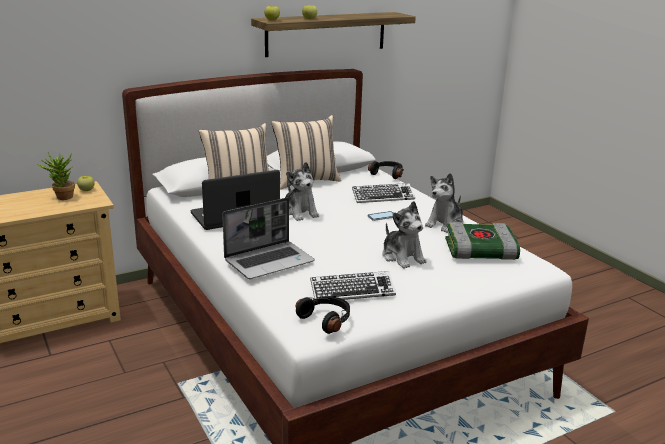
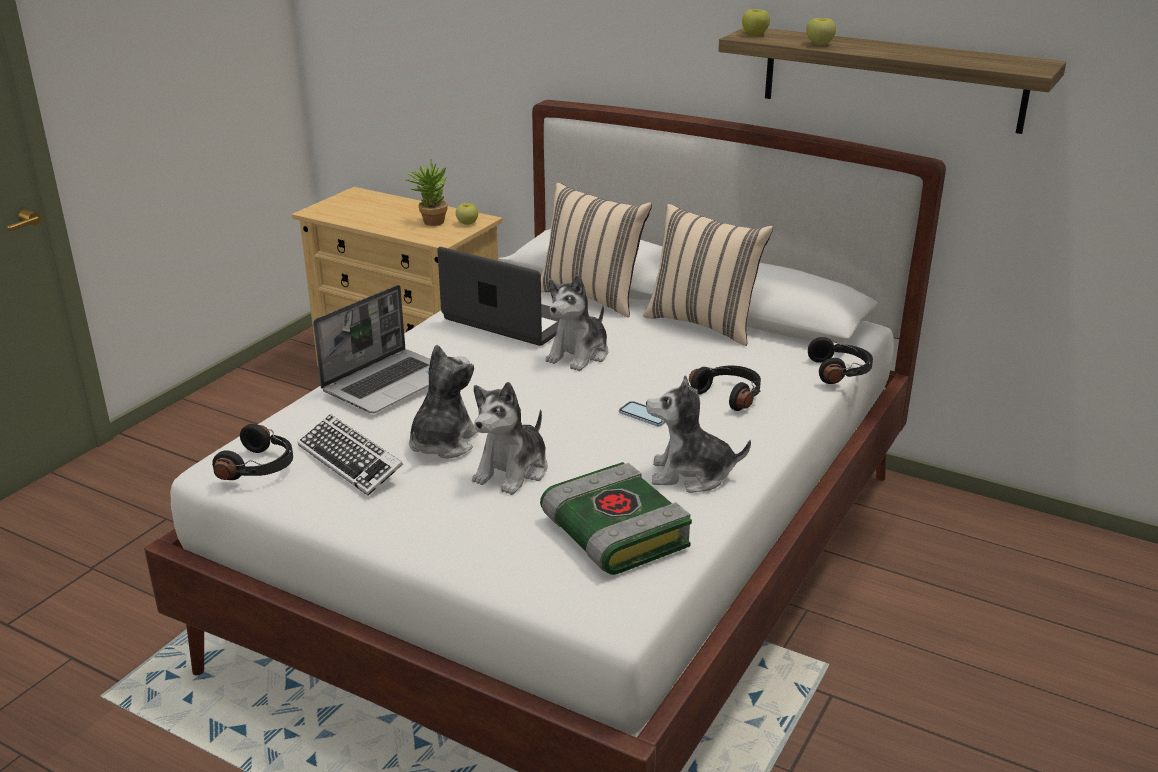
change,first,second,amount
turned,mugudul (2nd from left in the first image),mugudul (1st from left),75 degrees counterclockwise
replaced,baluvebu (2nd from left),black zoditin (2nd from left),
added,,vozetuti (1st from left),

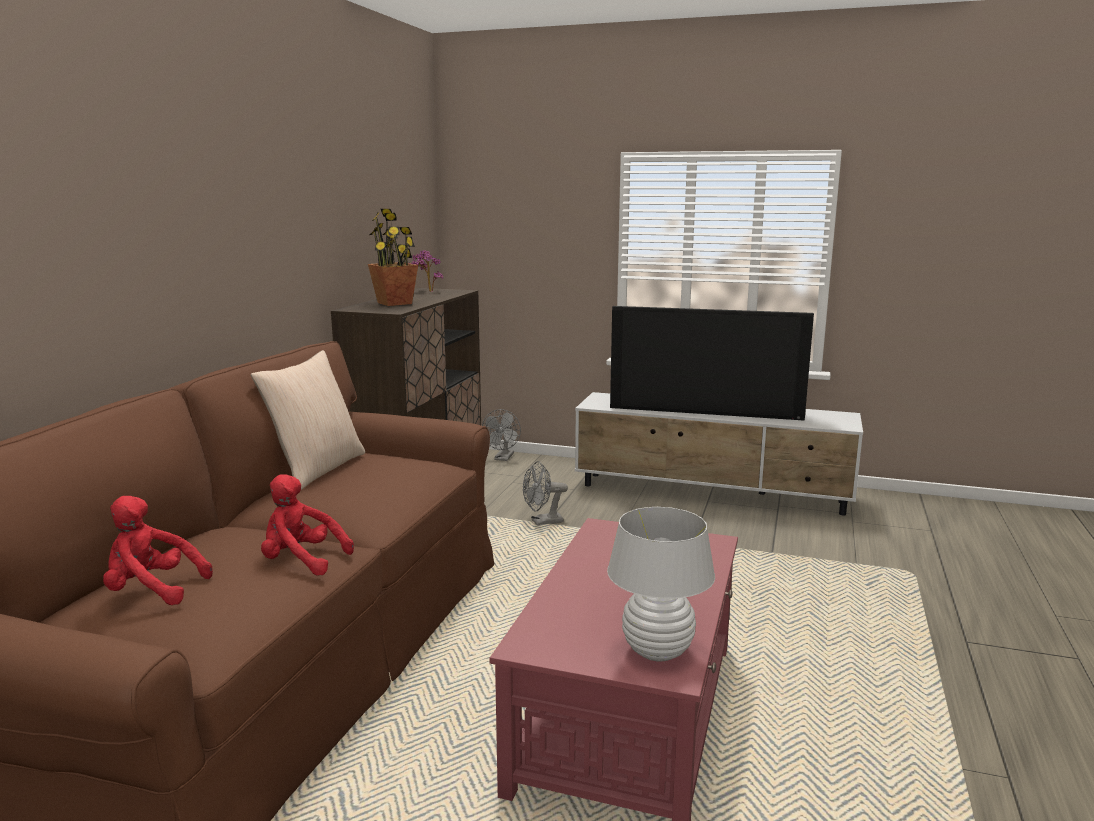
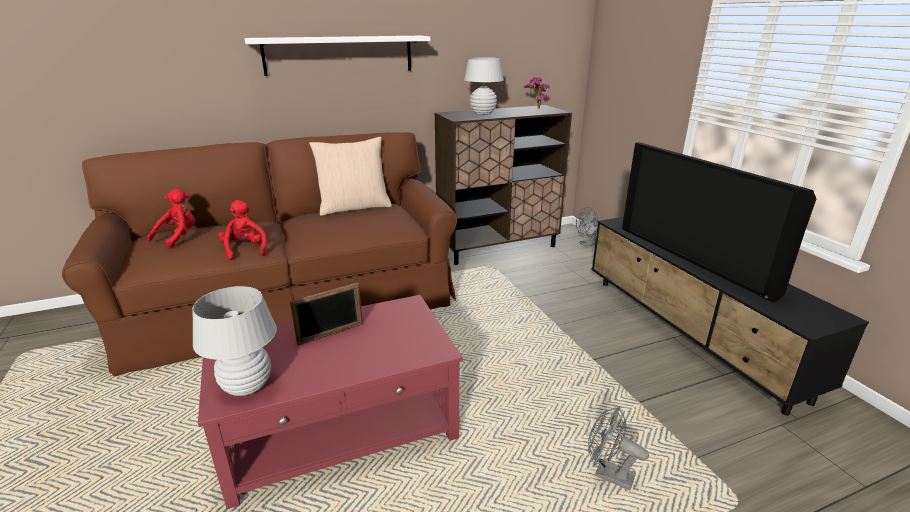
change,first,second,amount
turned,red vozetuti (1st from left),,60 degrees clockwise
replaced,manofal (1st from left),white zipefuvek (2nd from left),
moved,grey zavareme (2nd from left),,
recoloured,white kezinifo,black kezinifo,
added,,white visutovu,
added,,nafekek,

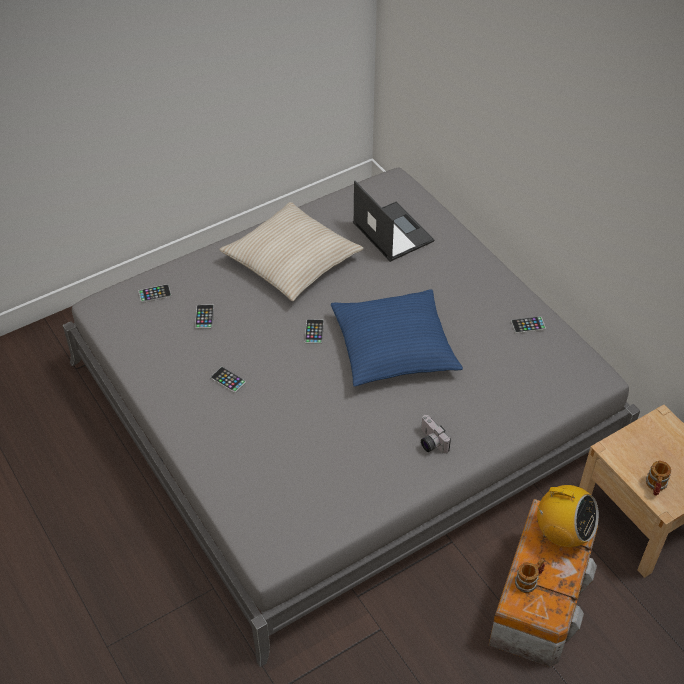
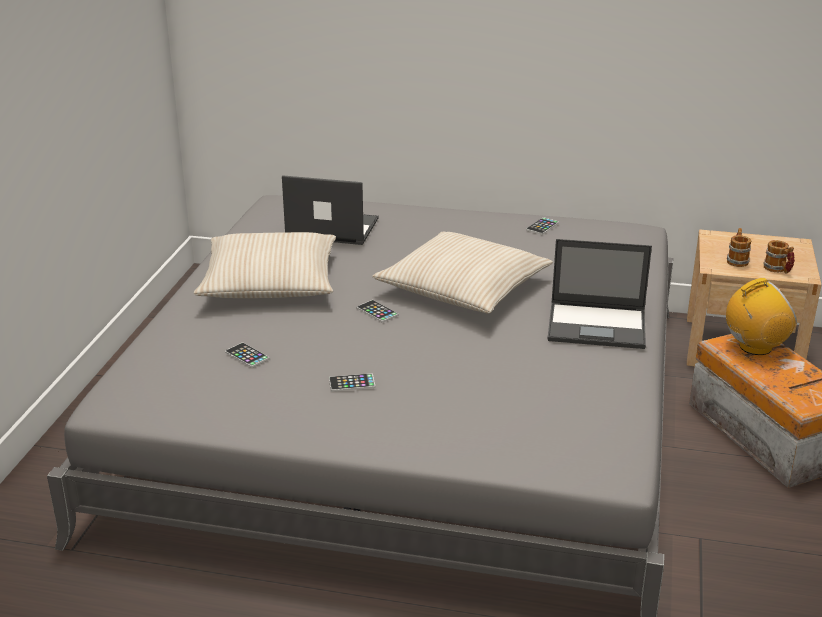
change,first,second,amount
removed,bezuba (1st from left),,
recoloured,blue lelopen,beige lelopen (2nd from left),
replaced,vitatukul,mugudul (2nd from left),
moved,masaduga (1st from left),,

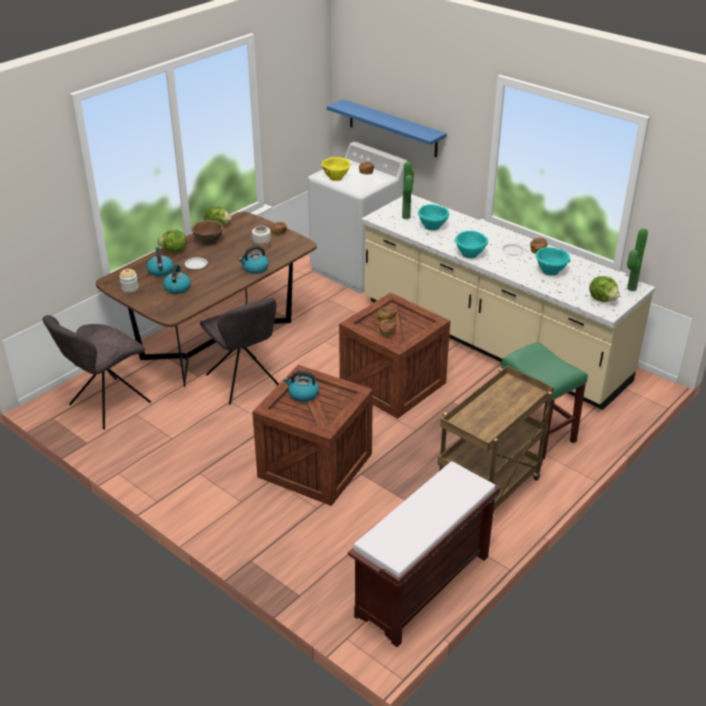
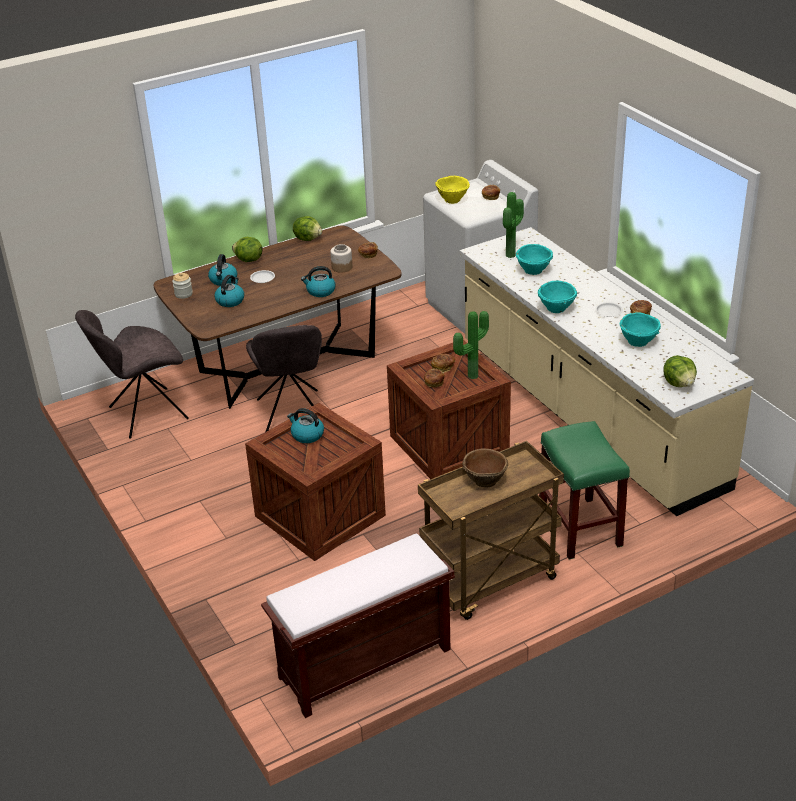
change,first,second,amount
moved,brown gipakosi,,
removed,blue visutovu,,
moved,manofal (2nd from left in the first image),manofal (1st from left),

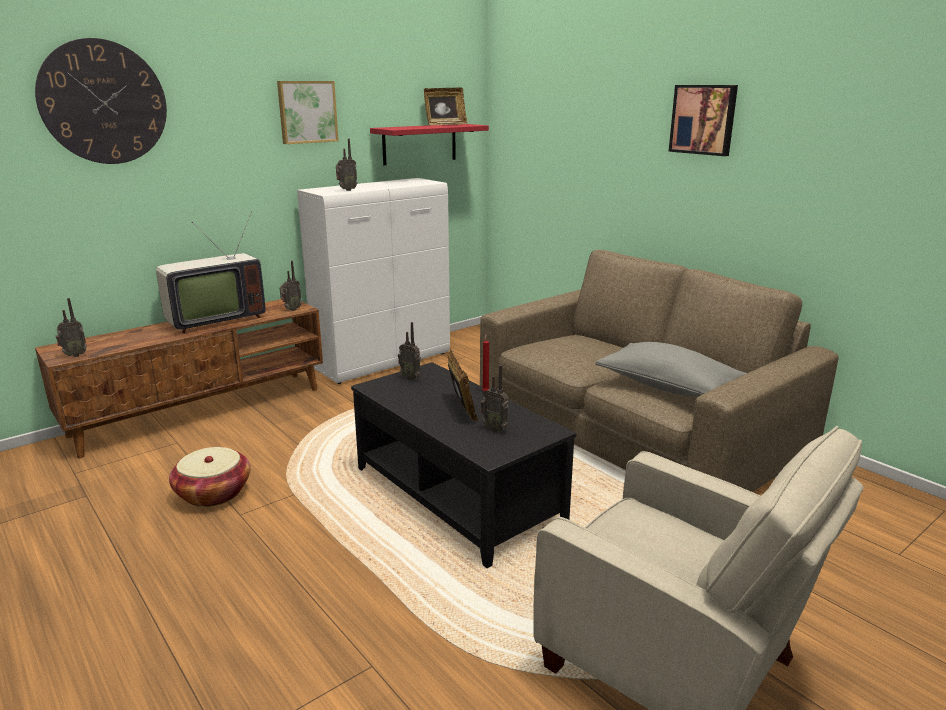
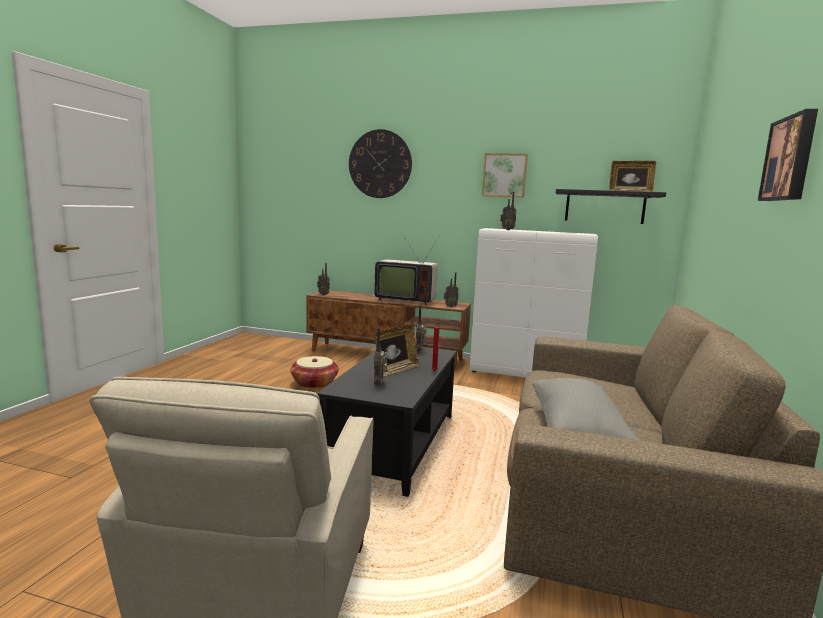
change,first,second,amount
recoloured,red visutovu,black visutovu,

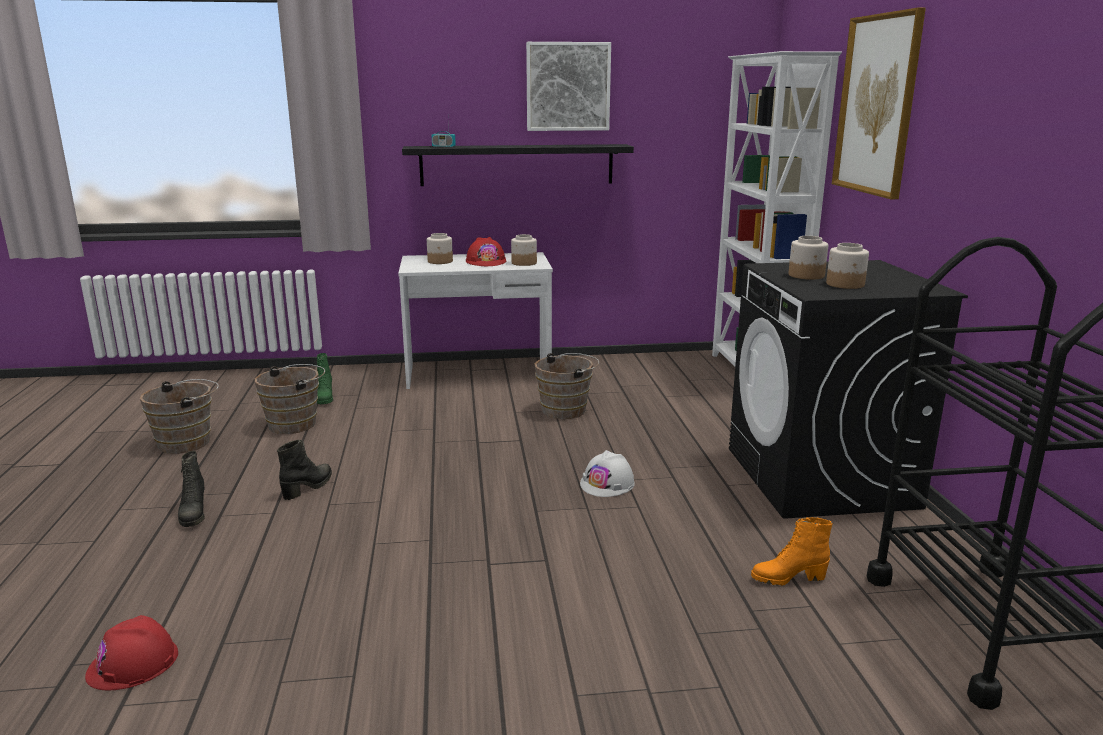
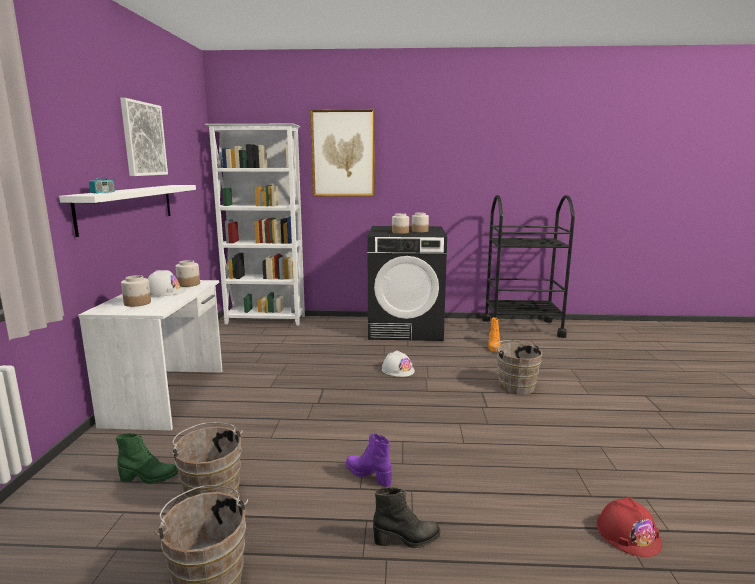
change,first,second,amount
recoloured,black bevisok (2nd from left),purple bevisok,
recoloured,black visutovu,white visutovu,
recoloured,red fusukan (2nd from left),white fusukan (1st from left),
moved,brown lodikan (3rd from left),,

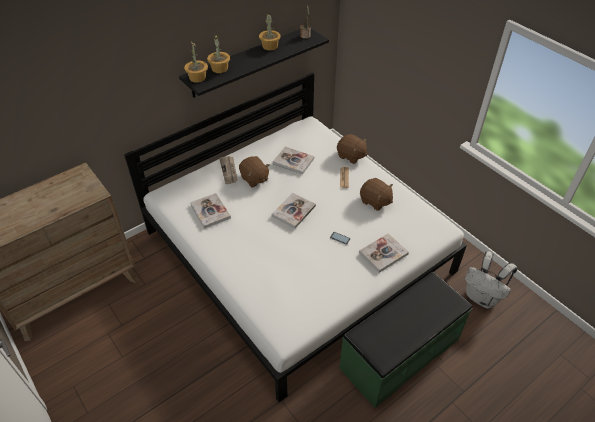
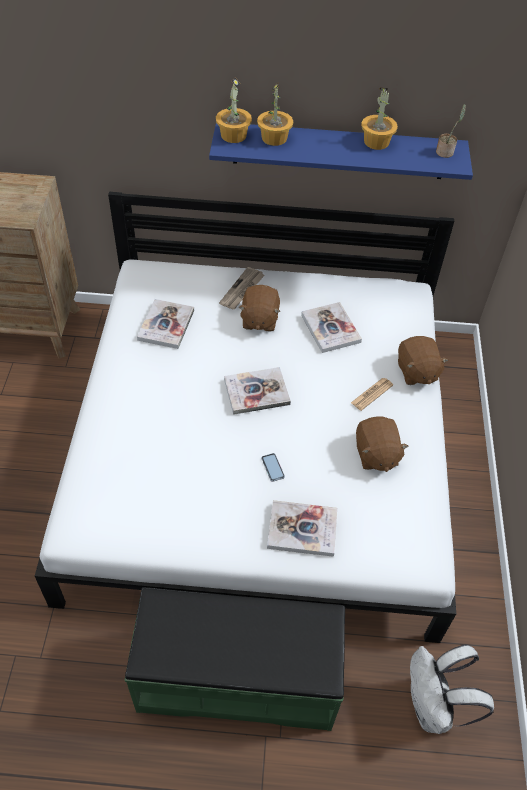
change,first,second,amount
recoloured,black visutovu,blue visutovu,

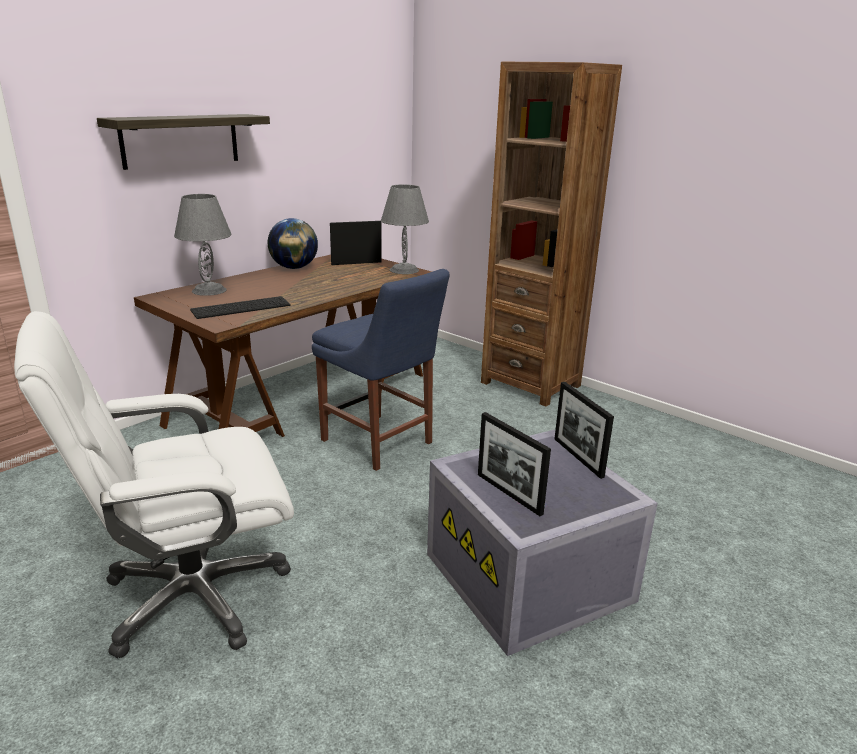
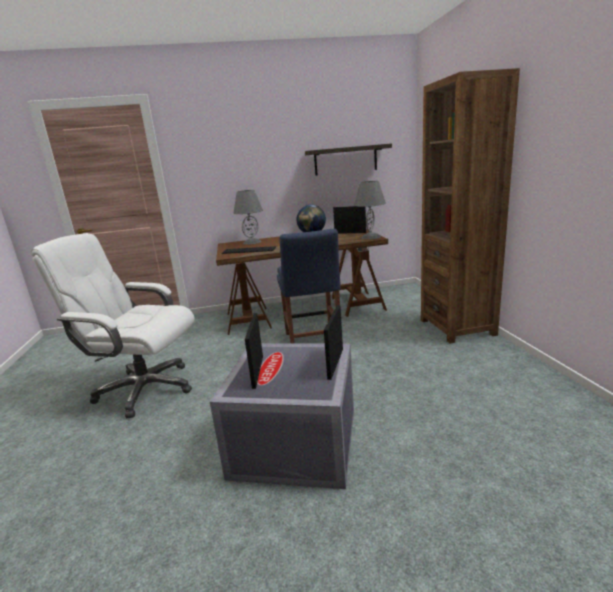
change,first,second,amount
moved,visutovu,,

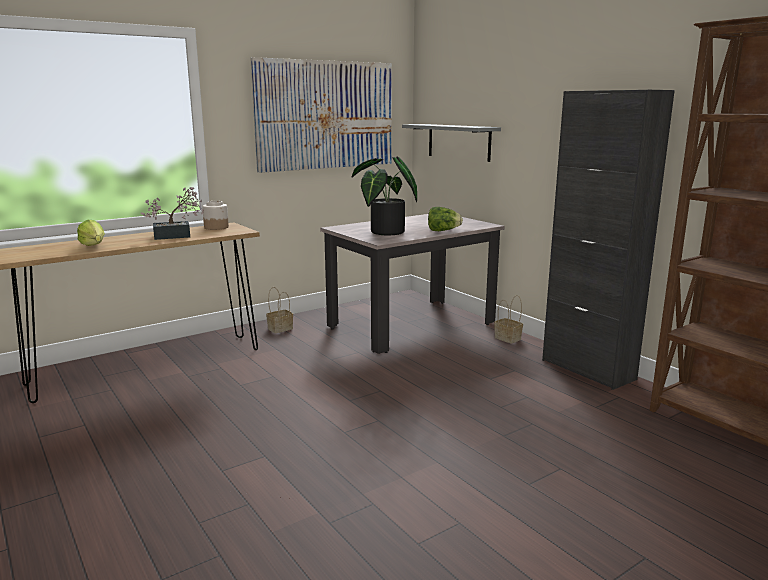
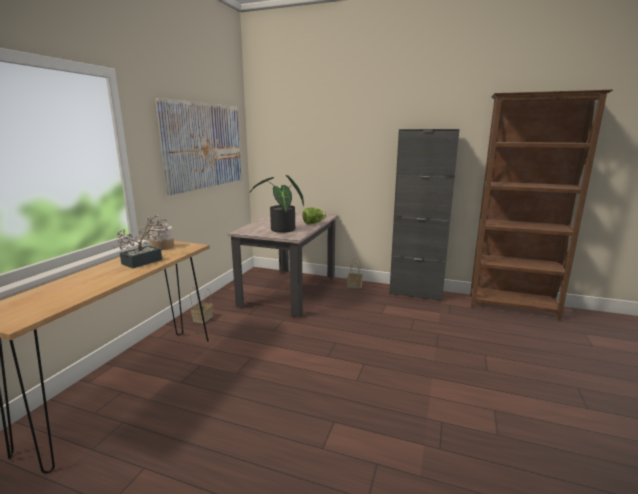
change,first,second,amount
removed,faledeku (1st from left),,
removed,grey visutovu,,

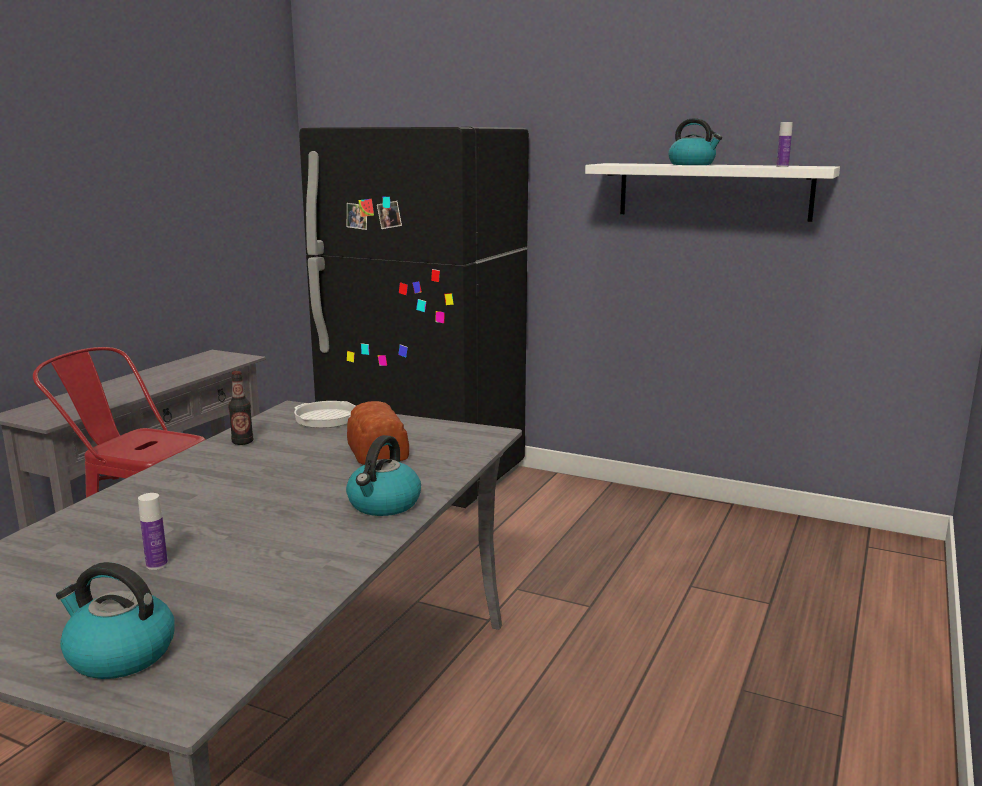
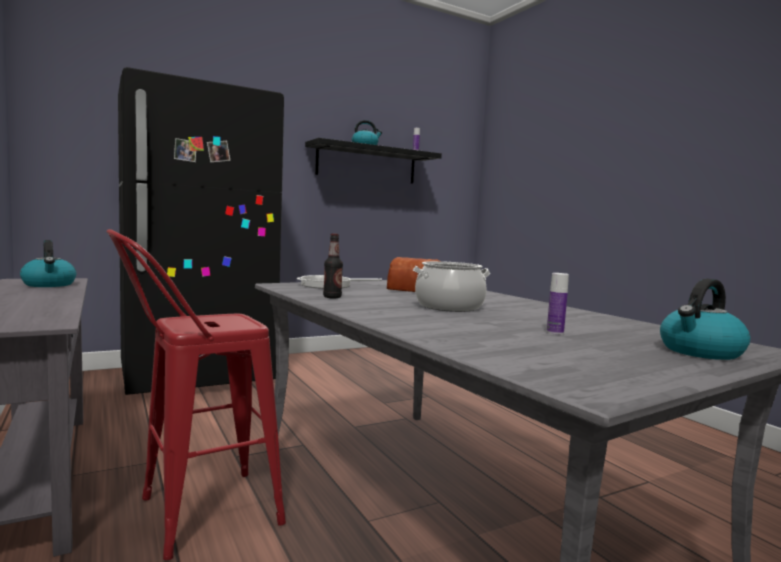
change,first,second,amount
moved,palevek (2nd from left in the first image),palevek (1st from left),
recoloured,white visutovu,black visutovu,
added,,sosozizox,

